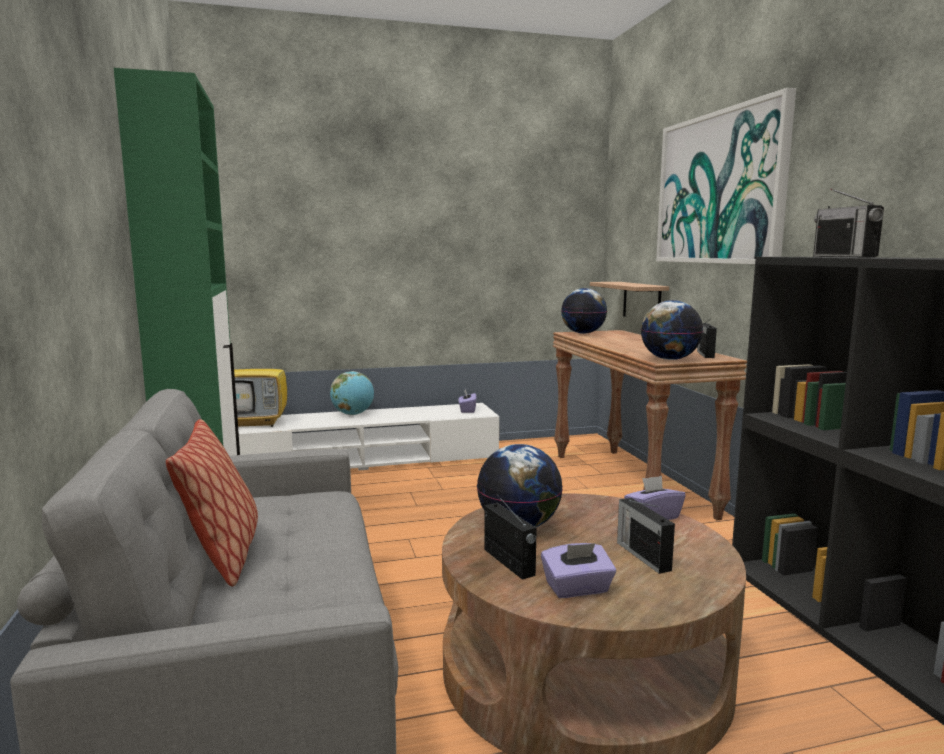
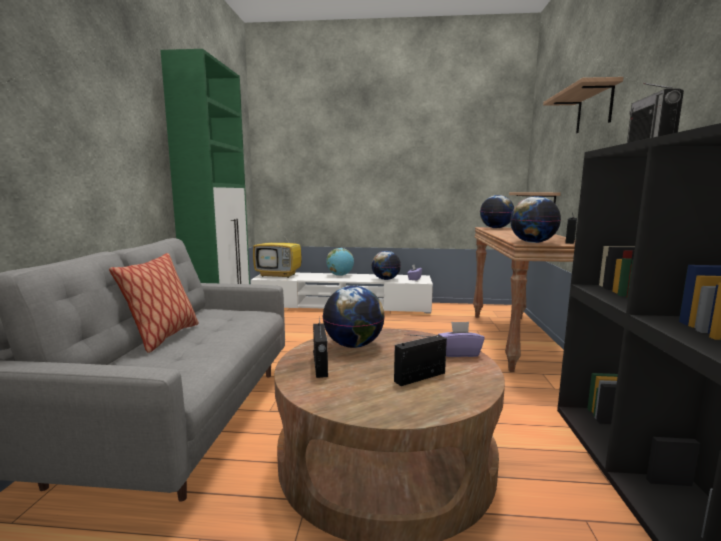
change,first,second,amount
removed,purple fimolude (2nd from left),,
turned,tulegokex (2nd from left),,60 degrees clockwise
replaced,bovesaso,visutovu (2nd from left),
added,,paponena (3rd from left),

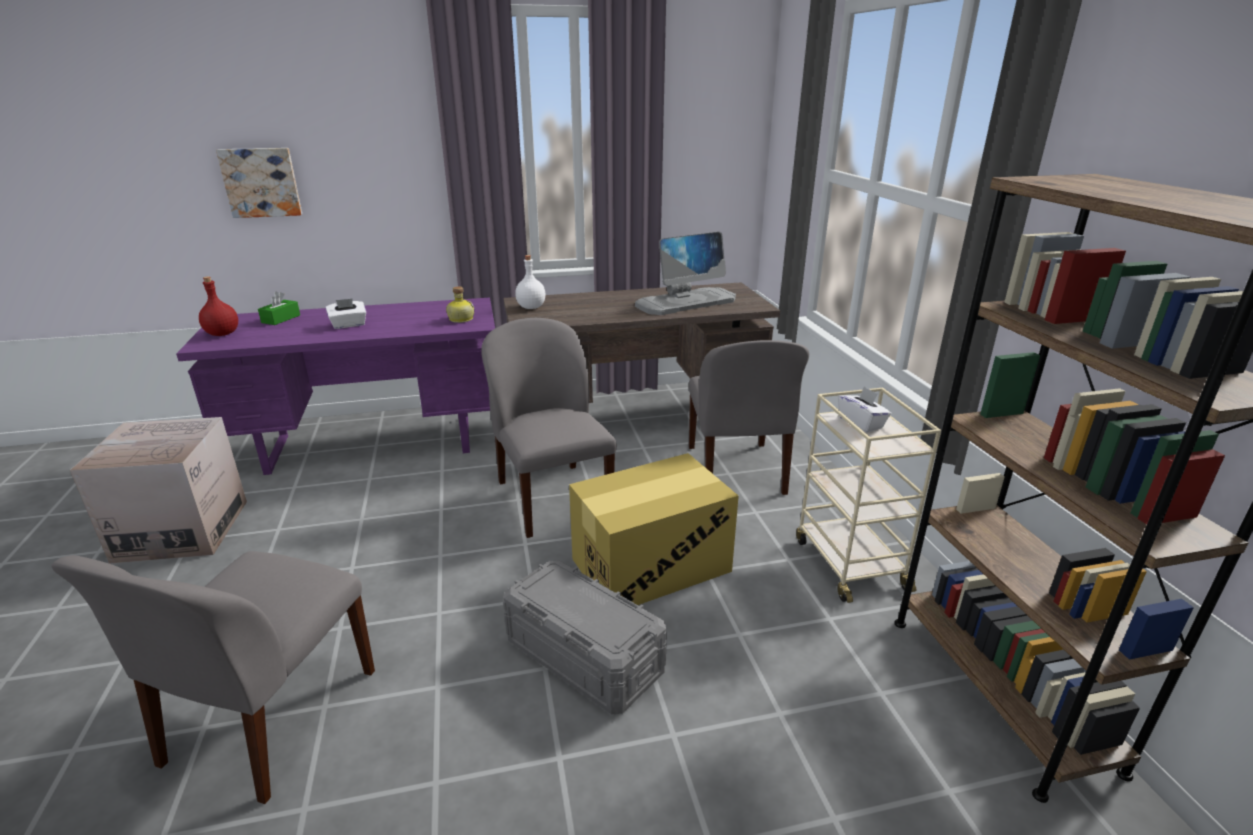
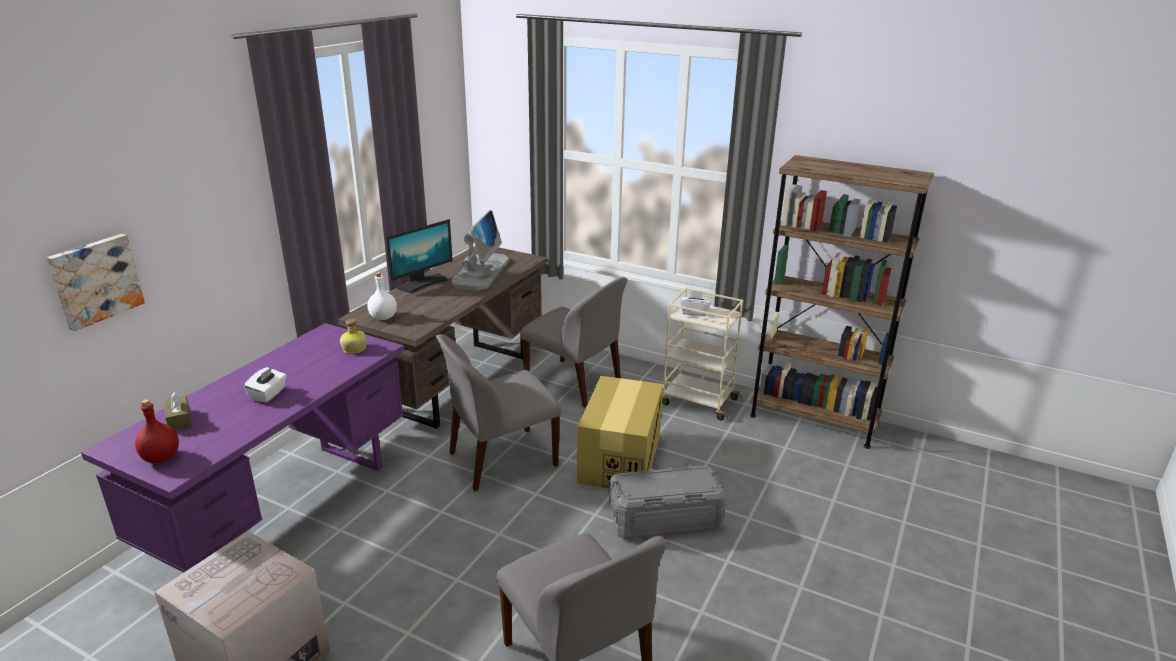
change,first,second,amount
recoloured,green fimolude,brown fimolude,
turned,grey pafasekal (2nd from left in the first image),grey pafasekal (1st from left),45 degrees counterclockwise
added,,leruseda (1st from left),

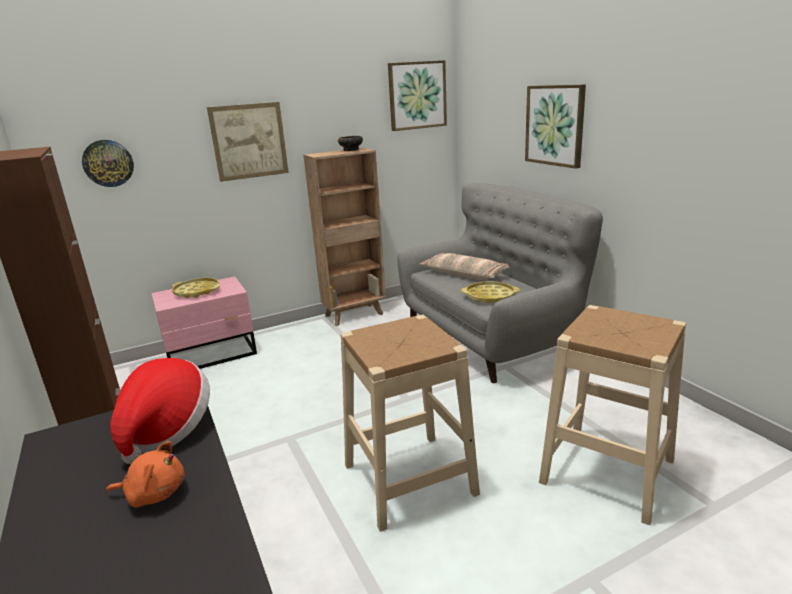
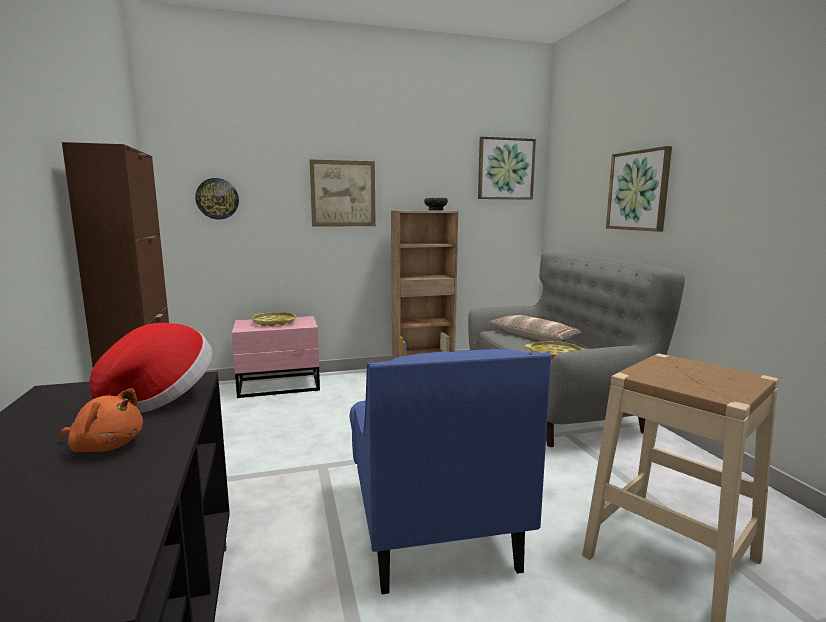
change,first,second,amount
replaced,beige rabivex (1st from left),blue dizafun,

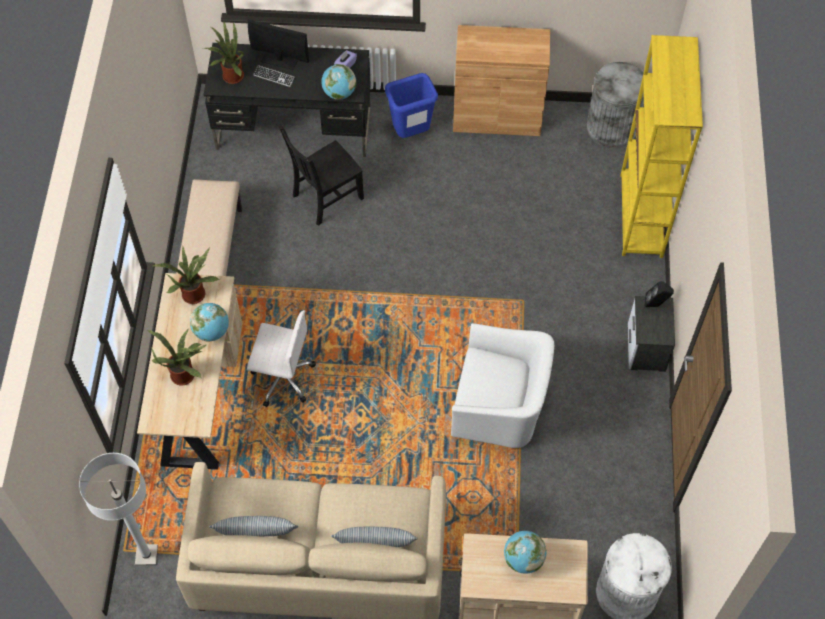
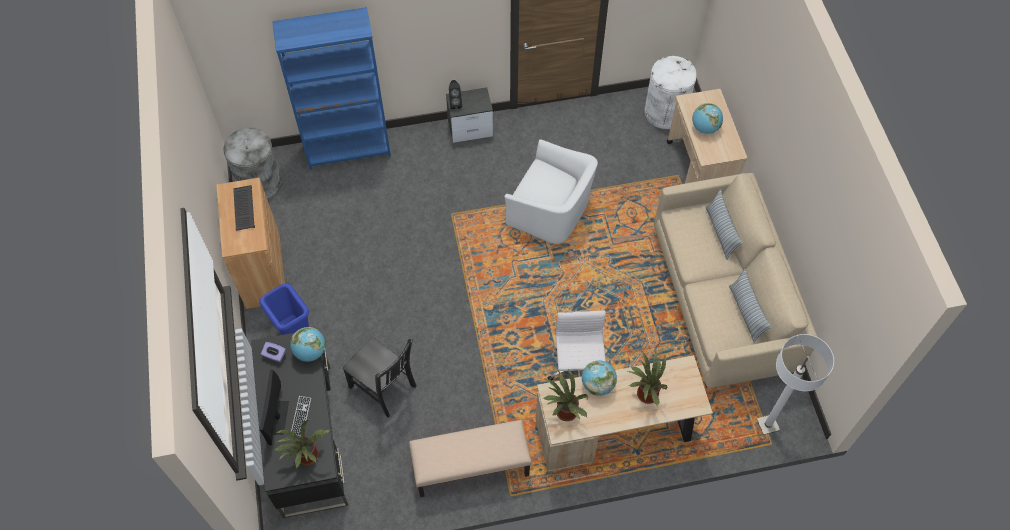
change,first,second,amount
turned,white dizafun,,120 degrees clockwise
recoloured,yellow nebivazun,blue nebivazun,
added,,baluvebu (1st from left),

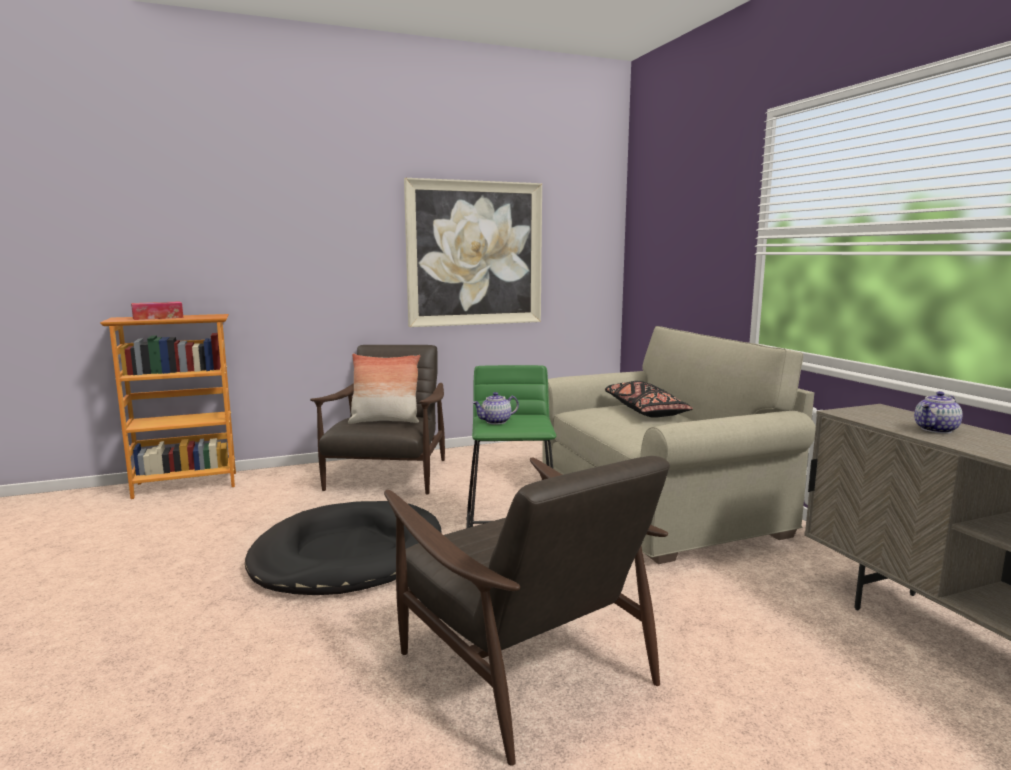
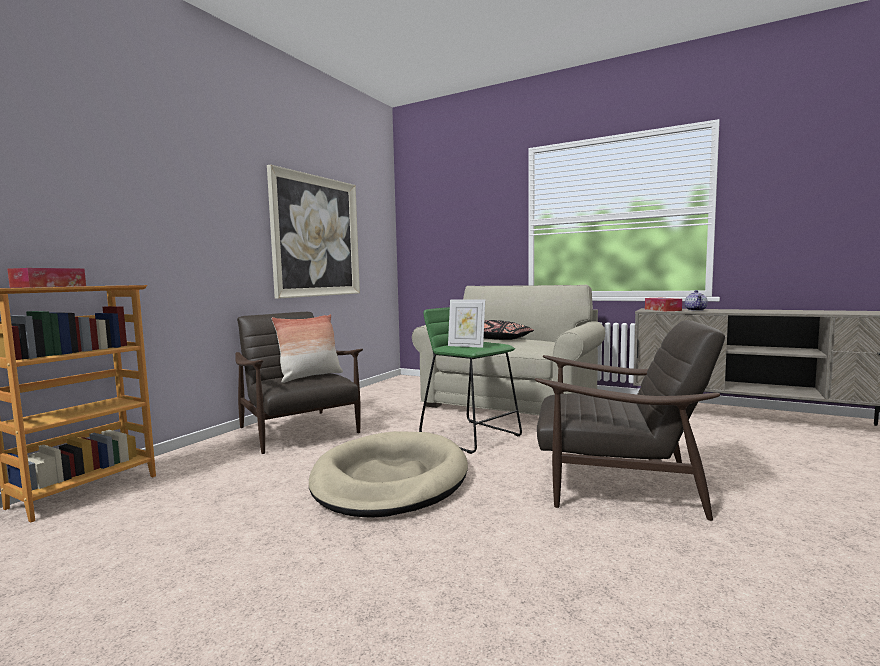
change,first,second,amount
recoloured,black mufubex,beige mufubex,
replaced,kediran (1st from left),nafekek,
added,,fimolude (2nd from left),

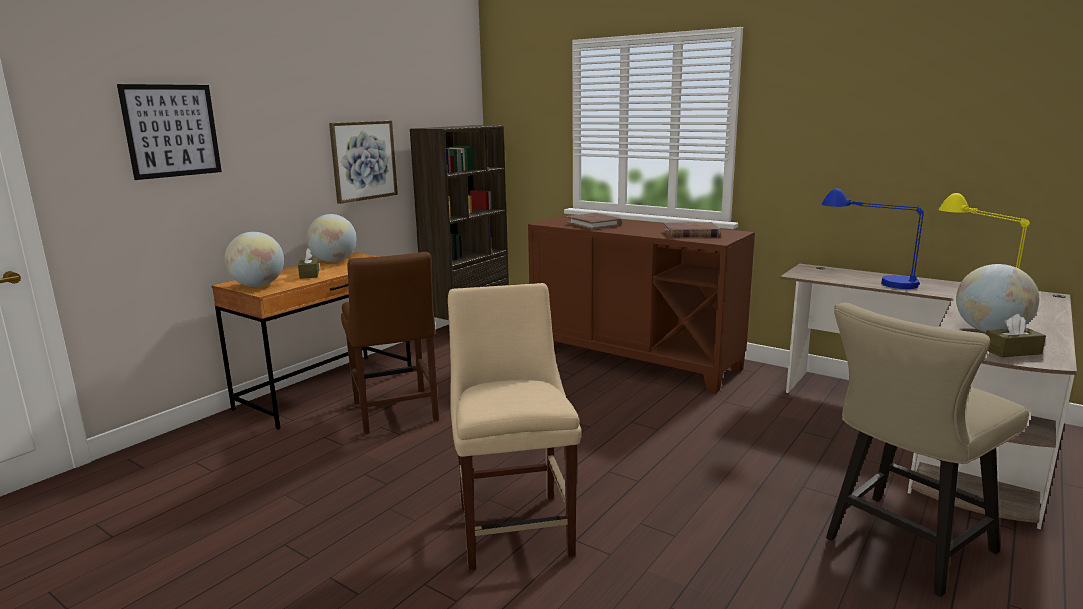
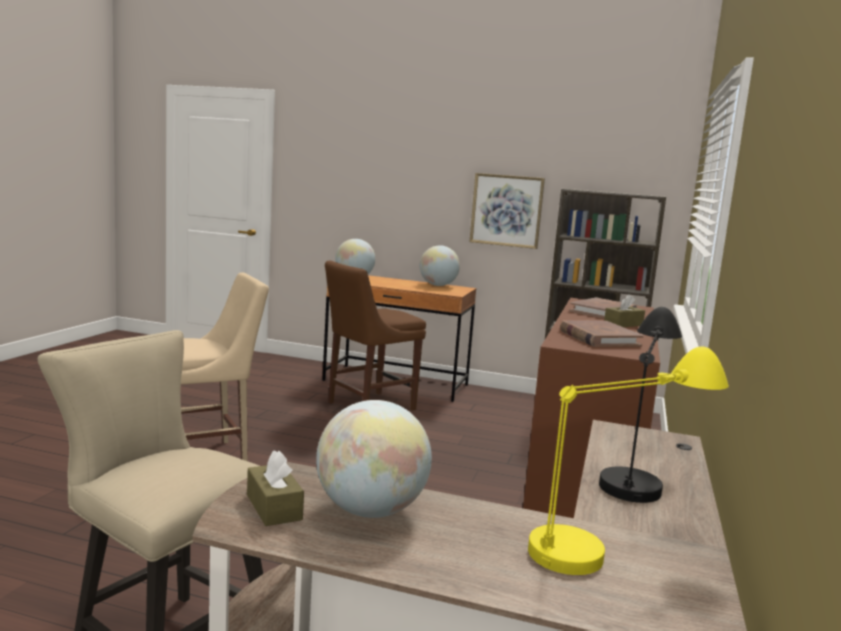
change,first,second,amount
removed,bovesaso (1st from left),,
moved,brown fimolude (1st from left in the first image),brown fimolude (2nd from left),
recoloured,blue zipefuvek,black zipefuvek,

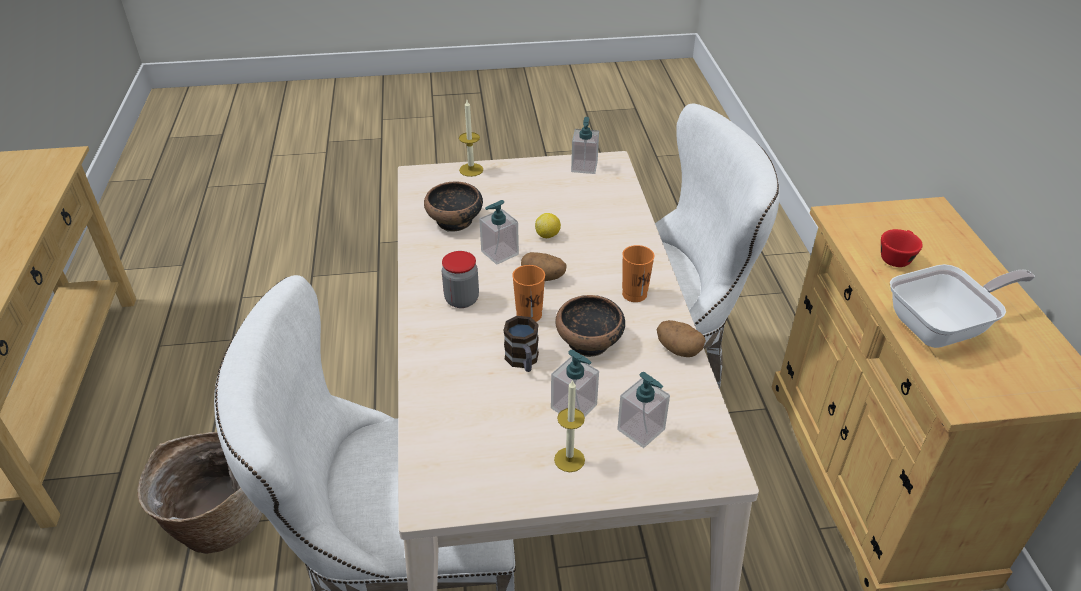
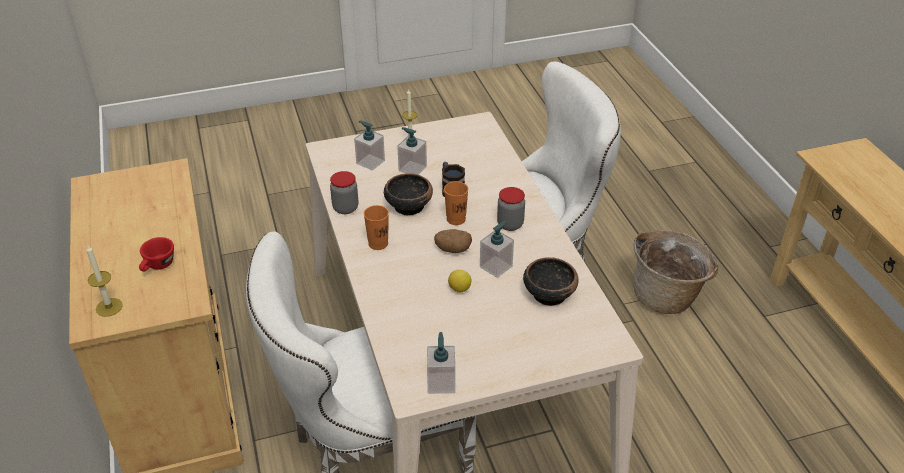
change,first,second,amount
moved,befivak (1st from left),,
replaced,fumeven (2nd from left),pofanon (1st from left),
removed,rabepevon,,

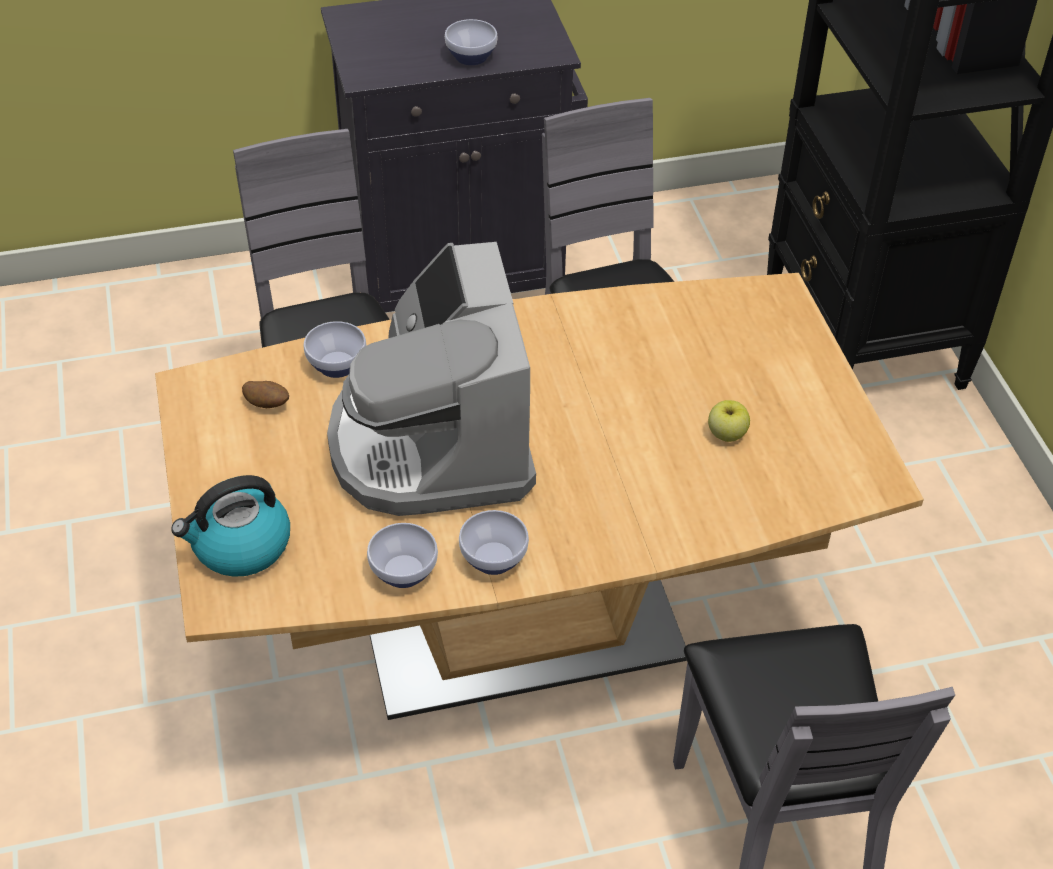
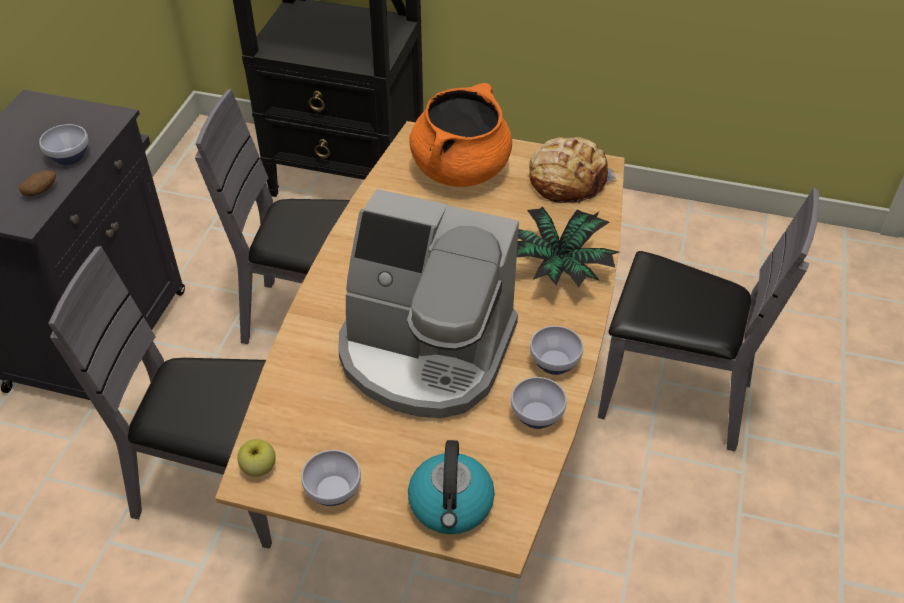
change,first,second,amount
moved,fumeven,,
moved,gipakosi (1st from left in the first image),gipakosi (2nd from left),
moved,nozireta,,
added,,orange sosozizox,
added,,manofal,
added,,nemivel,

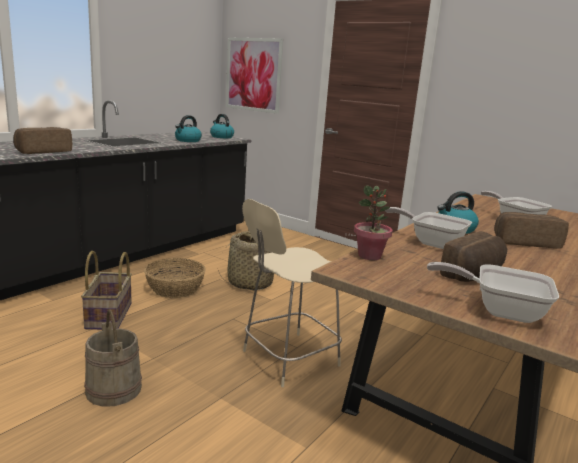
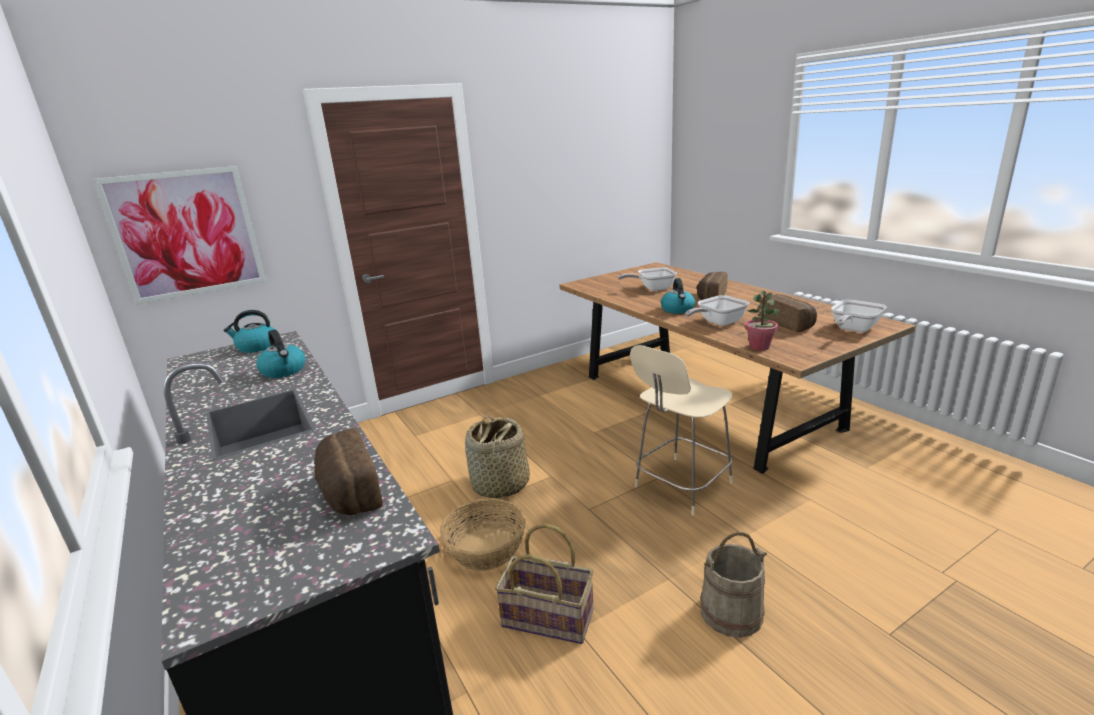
change,first,second,amount
turned,beige pafasekal,,60 degrees clockwise

